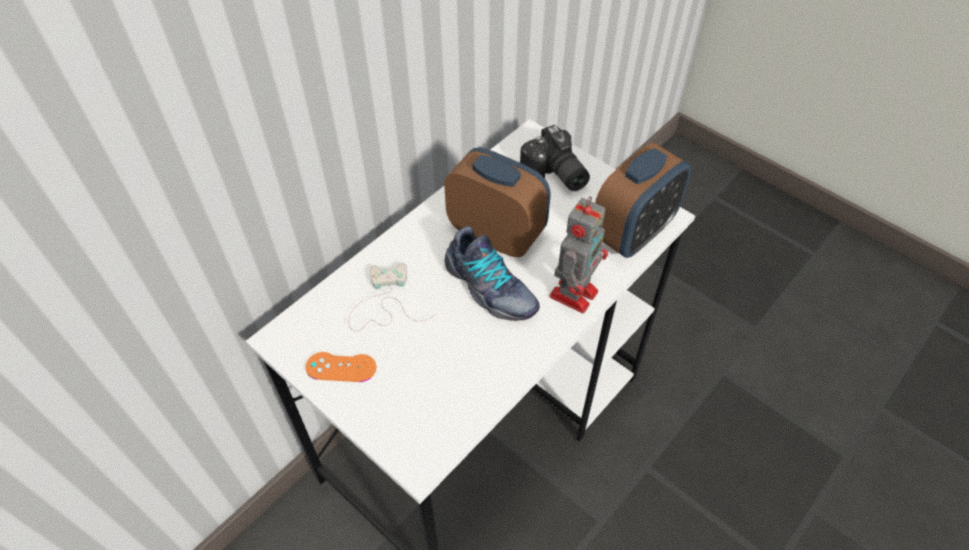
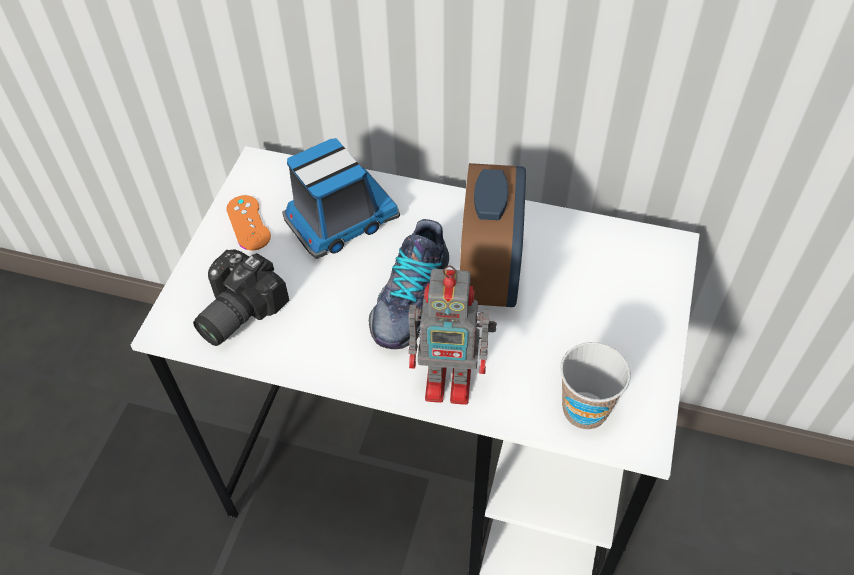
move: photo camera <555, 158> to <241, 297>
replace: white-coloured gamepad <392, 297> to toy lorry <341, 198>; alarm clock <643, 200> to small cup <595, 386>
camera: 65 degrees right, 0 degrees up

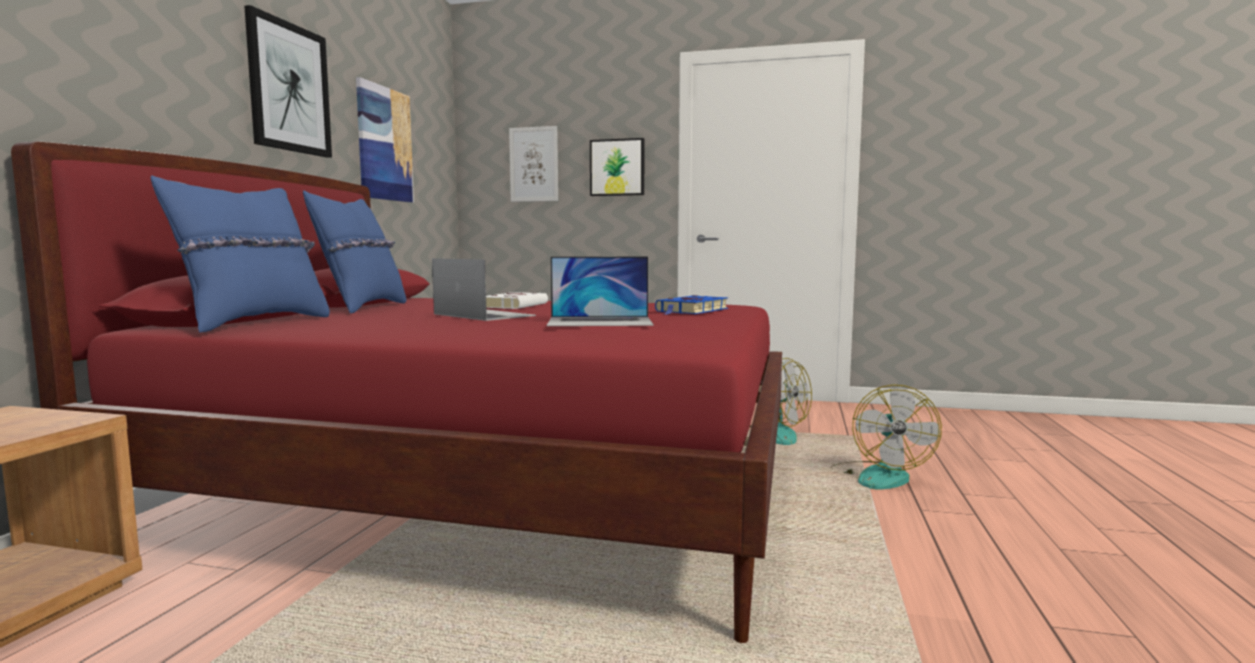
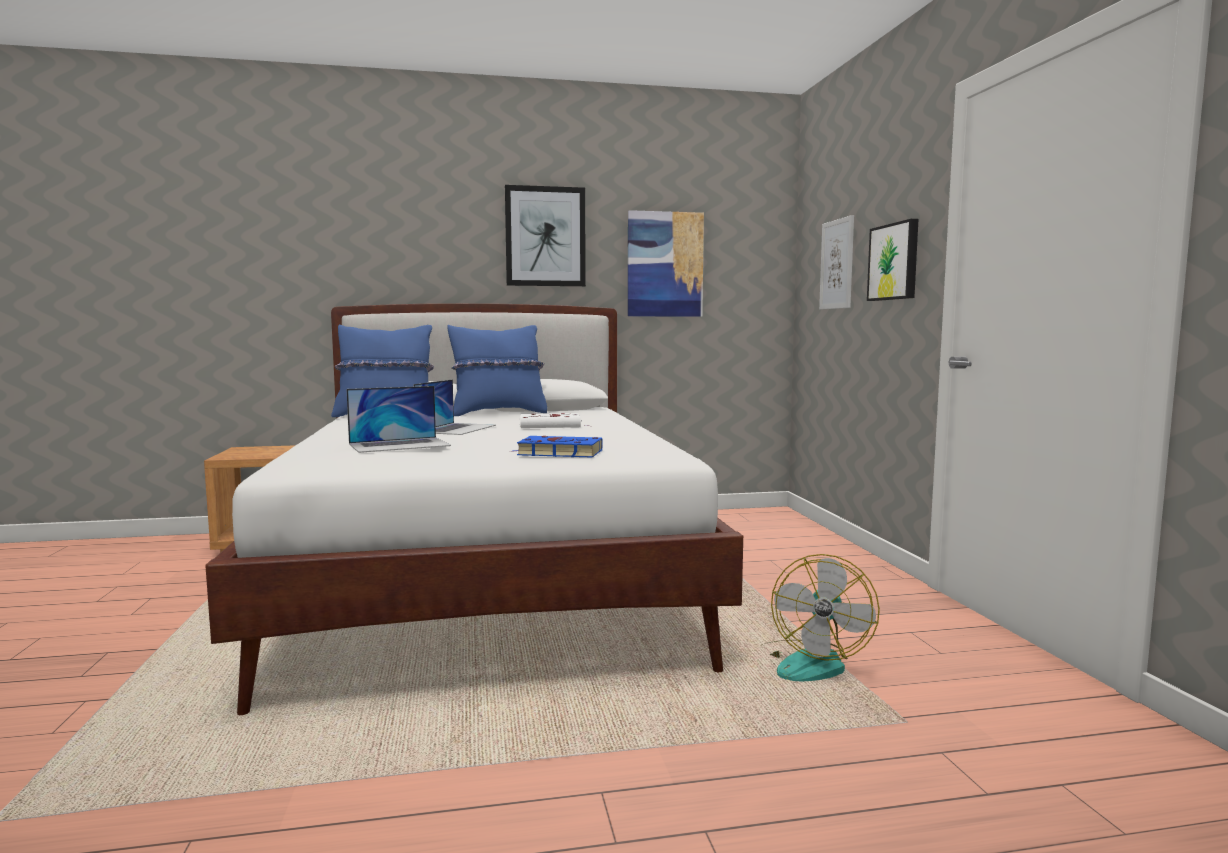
delete: cooling fan <886, 437>
recolor: reddish sleeping bed <396, 392> to white-coloured sleeping bed <474, 509>
rotate: portable computer <600, 291> = <398, 419> 90 degrees counterclockwise
camera: 65 degrees right, 0 degrees up

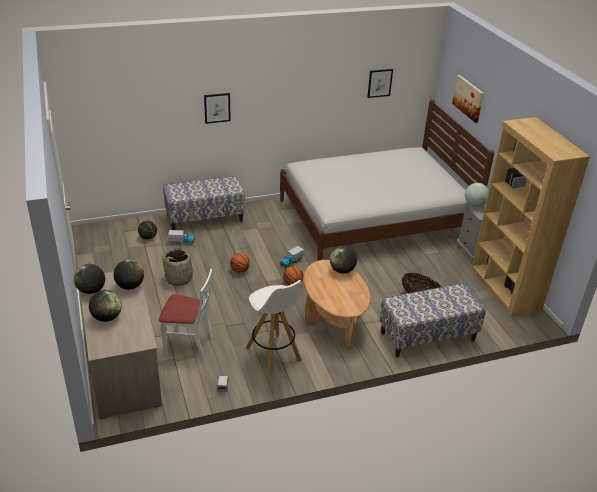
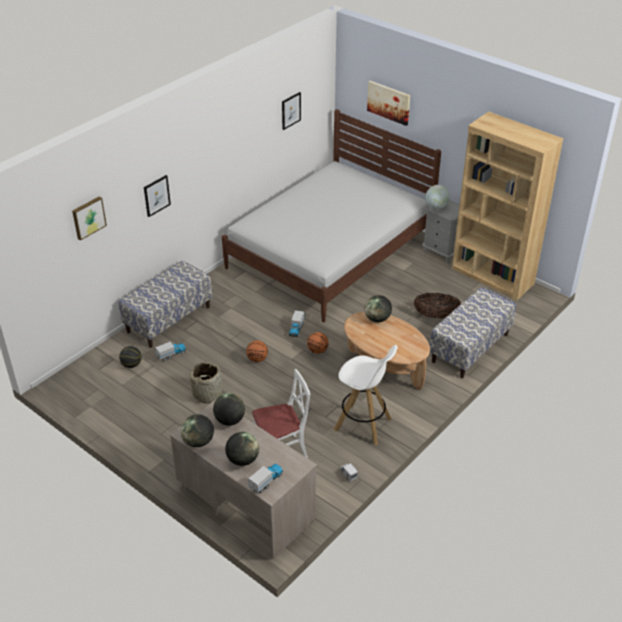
insert: picture <89, 218>; toy lorry <265, 478>
camera: 30 degrees left, 5 degrees up

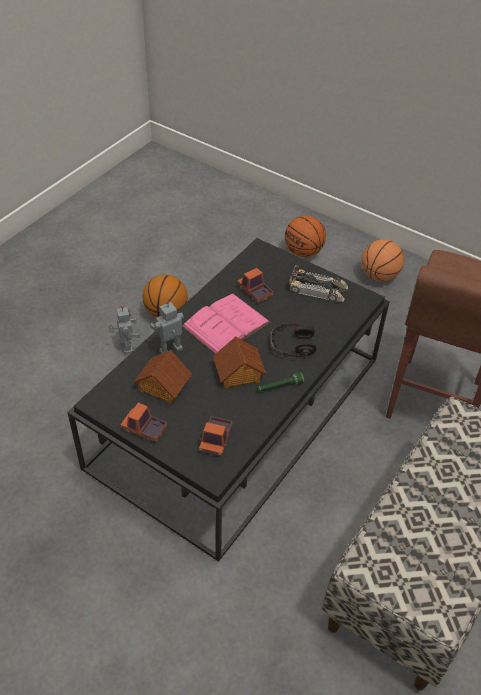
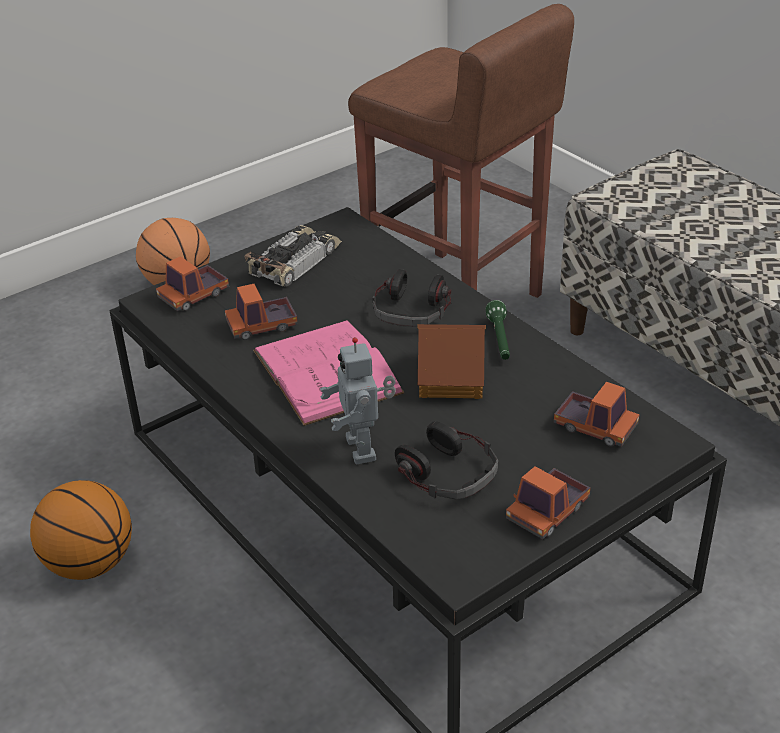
delete: model robot <124, 330>; basketball <305, 236>
insert: toy lorry <192, 283>
replace: model house <163, 377> to headphones <446, 460>
camera: 70 degrees left, 10 degrees down

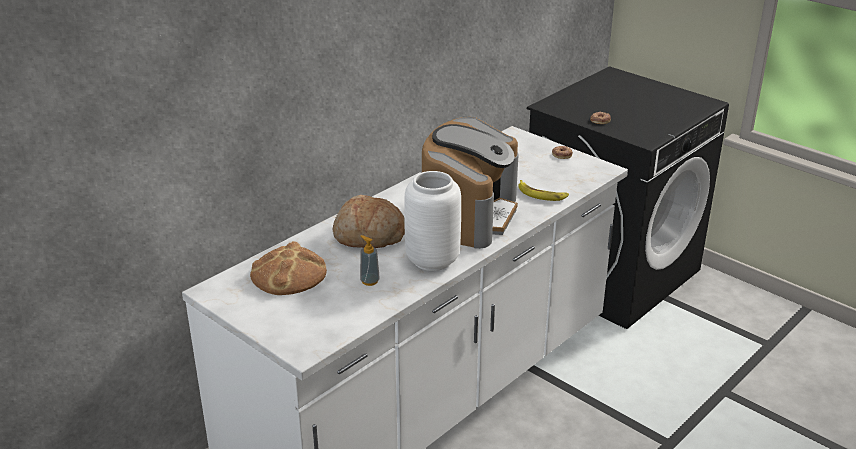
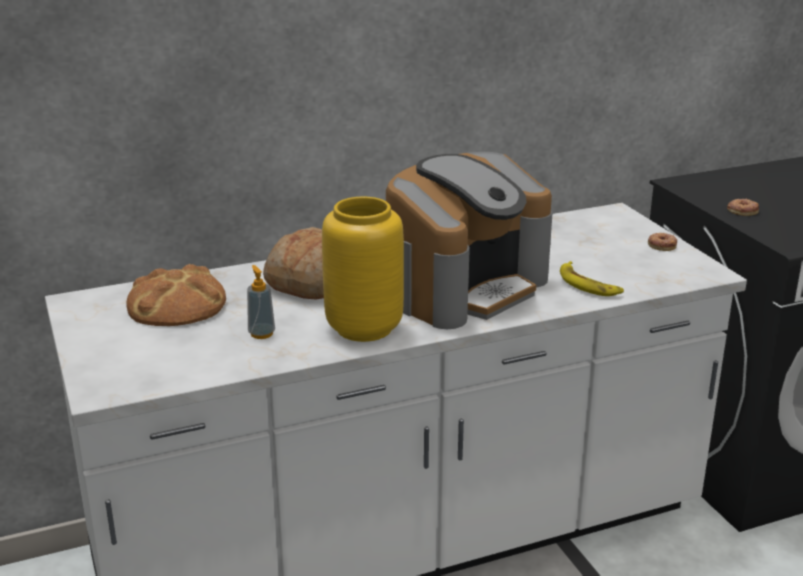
recolor: white-coloured decorative vase <432, 221> to yellow decorative vase <363, 269>
camera: 25 degrees right, 5 degrees down

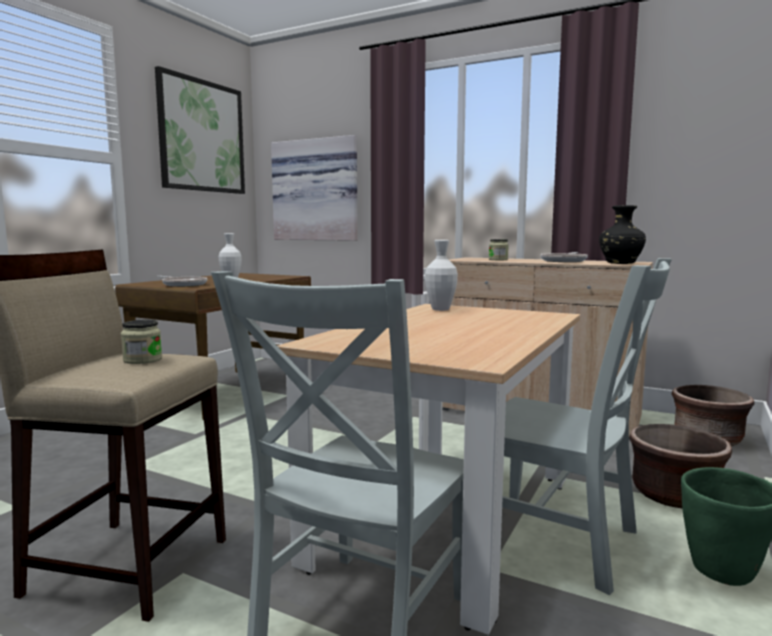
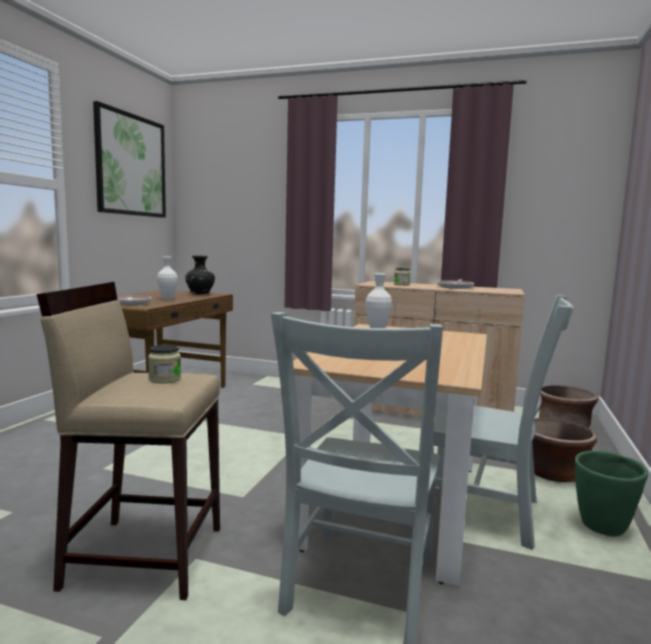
delete: picture <314, 188>
move: black decorative vase <622, 234> to <200, 275>
camera: 10 degrees left, 0 degrees up

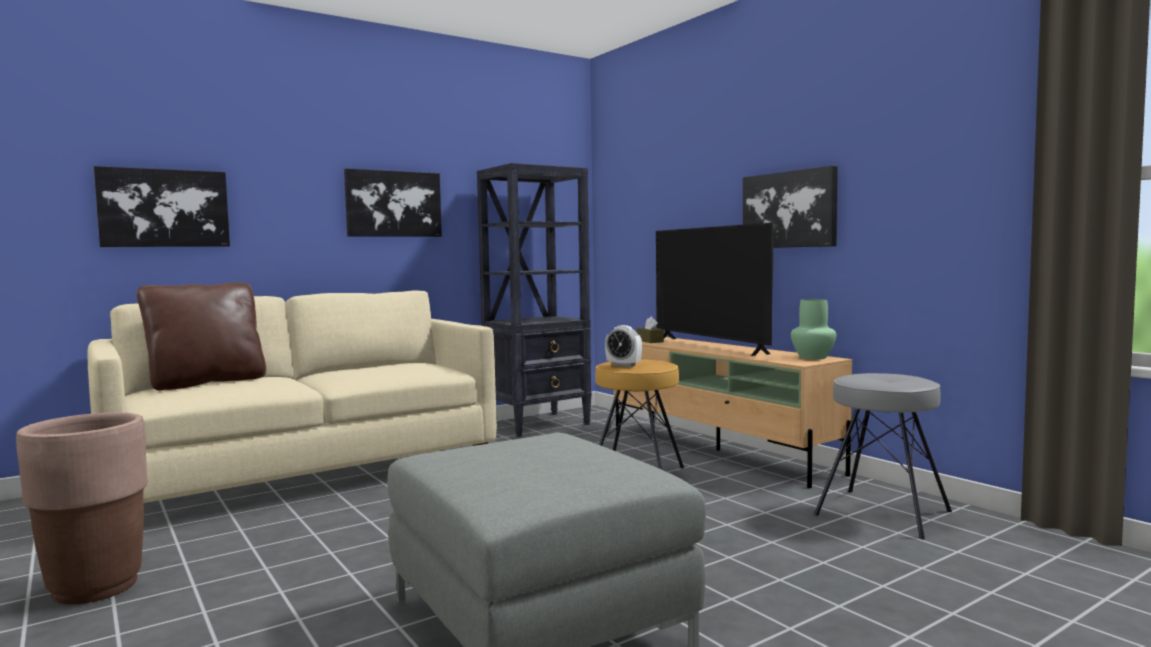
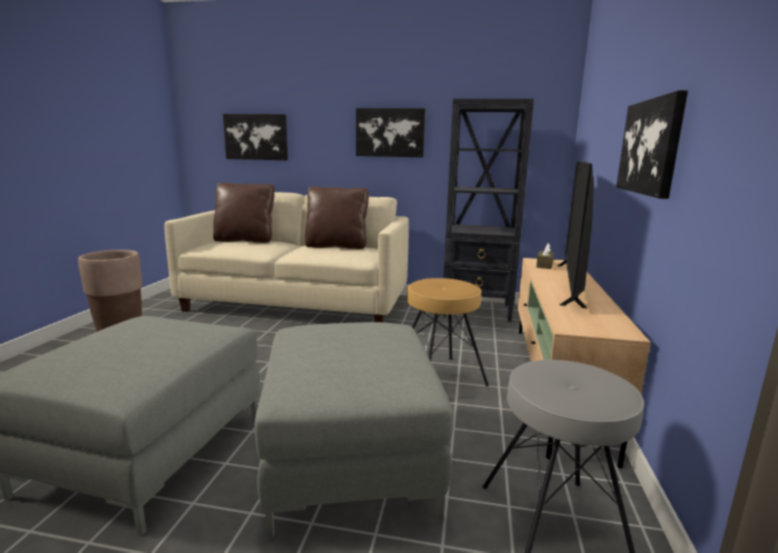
delete: alarm clock <623, 346>; greenish decorative vase <813, 329>
insert: greyish ottoman <354, 430>; brown pillow <337, 217>
camera: 45 degrees right, 10 degrees up

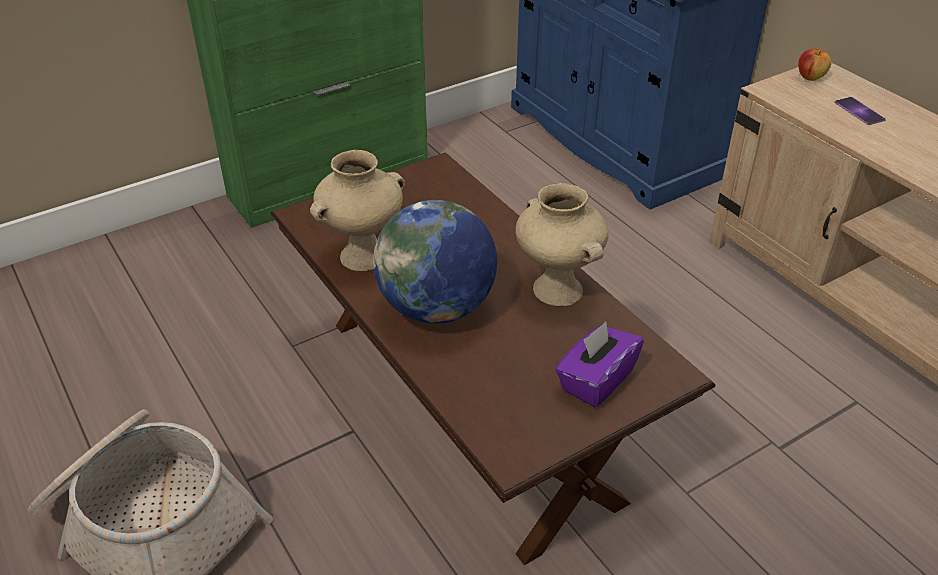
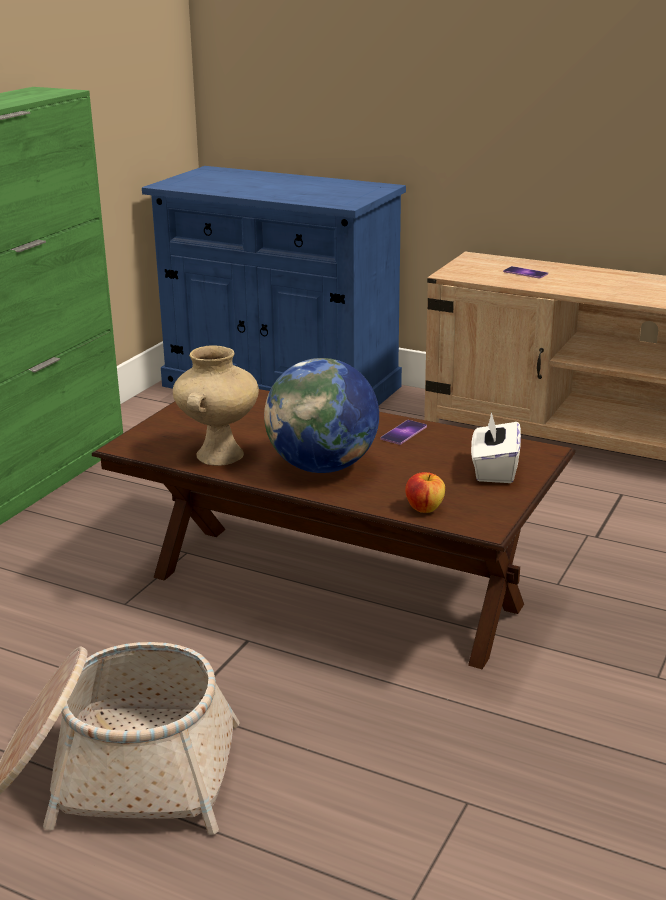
move: apple <814, 65> to <425, 492>
replace: sand-coloured decorative vase <562, 244> to phone <404, 432>
recolor: purplish tissue holder <599, 364> to white-coloured tissue holder <496, 447>
camera: 30 degrees left, 15 degrees down

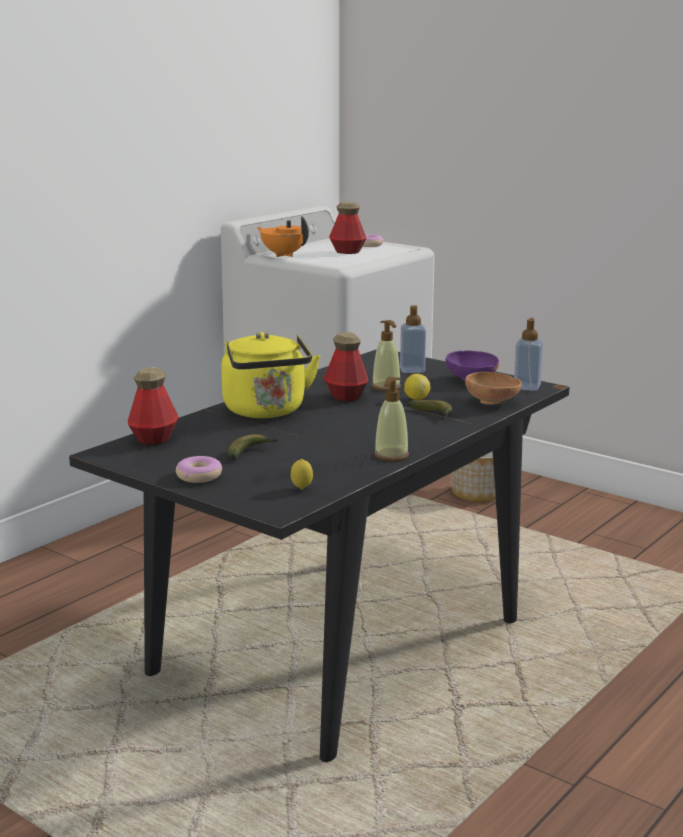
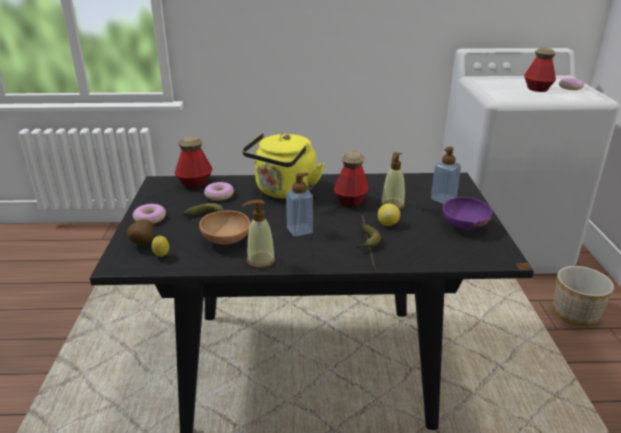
delete: orange-coloured pot for tea <283, 236>
insert: spud <140, 231>; doughnut <219, 191>
move: brown bowl <493, 388> to <224, 227>; soap dispenser <528, 354> to <299, 204>
camera: 50 degrees right, 10 degrees up

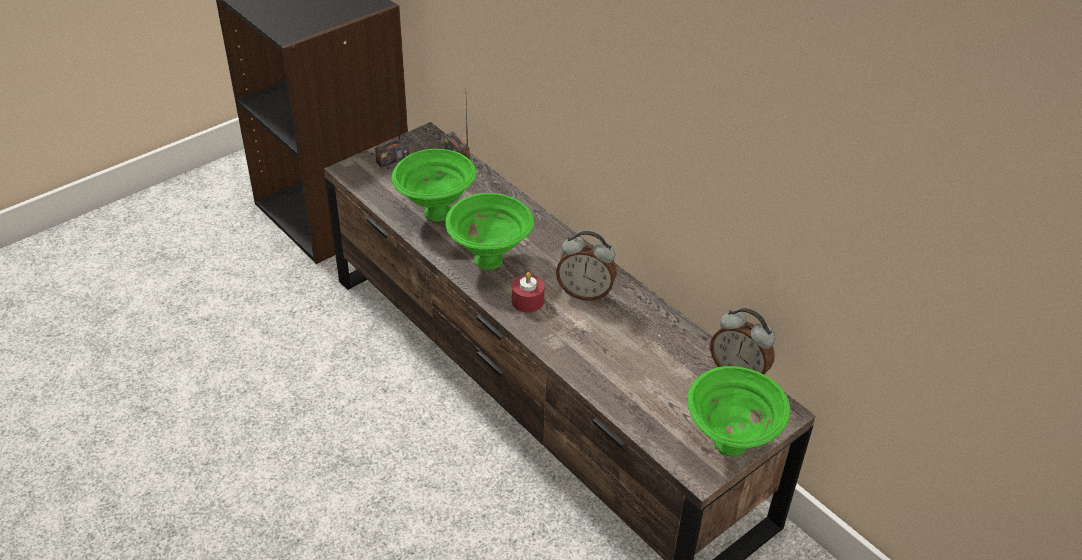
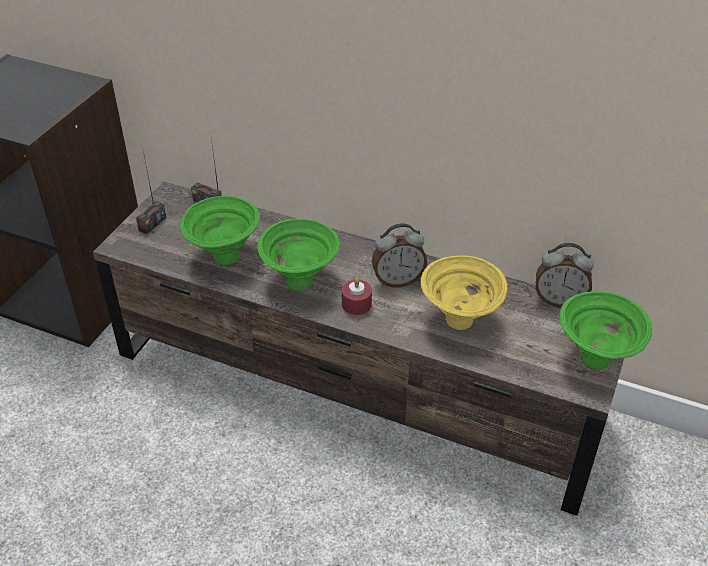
insert: yellow bowl <464, 292>
camera: 25 degrees left, 0 degrees up

